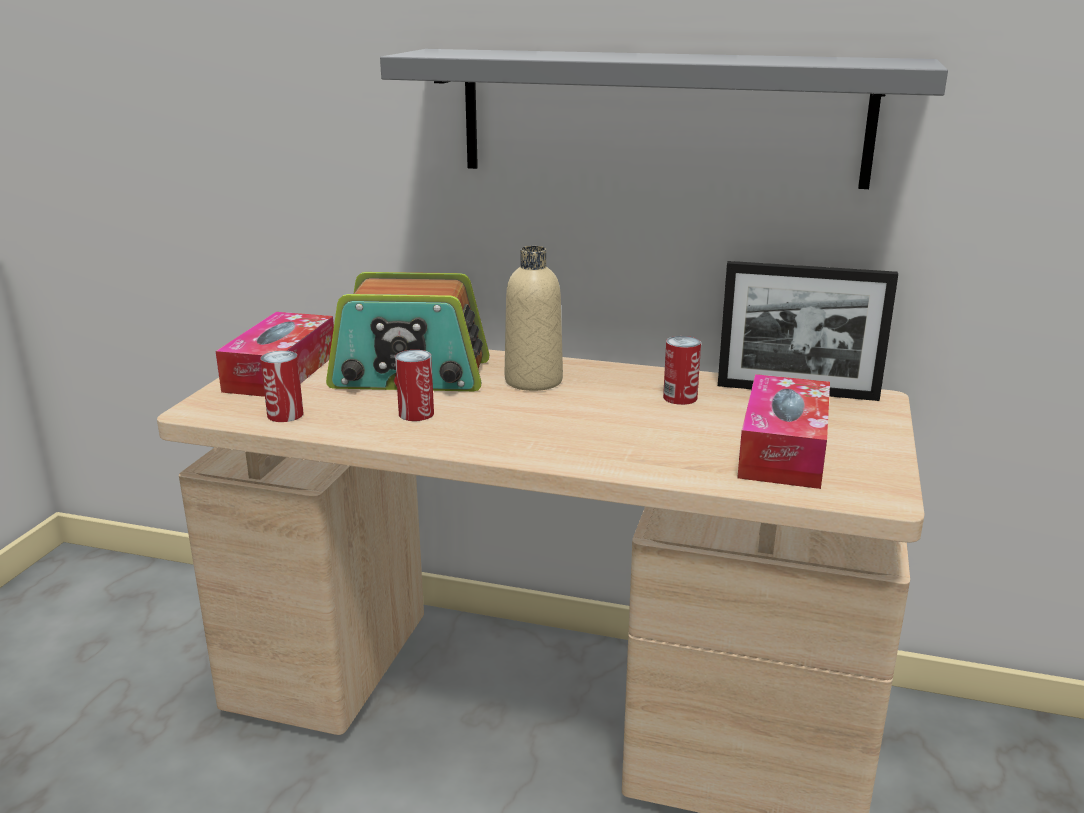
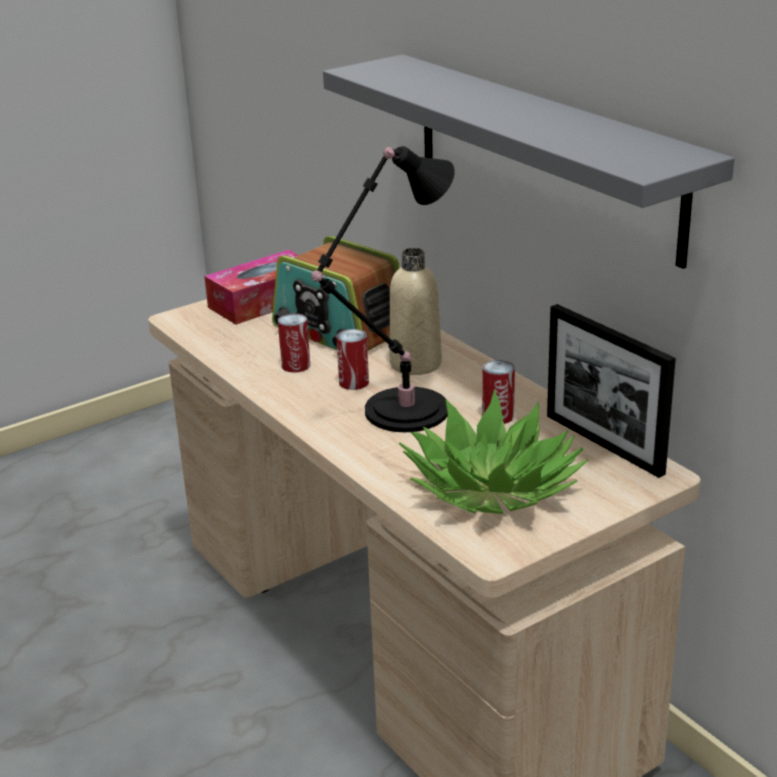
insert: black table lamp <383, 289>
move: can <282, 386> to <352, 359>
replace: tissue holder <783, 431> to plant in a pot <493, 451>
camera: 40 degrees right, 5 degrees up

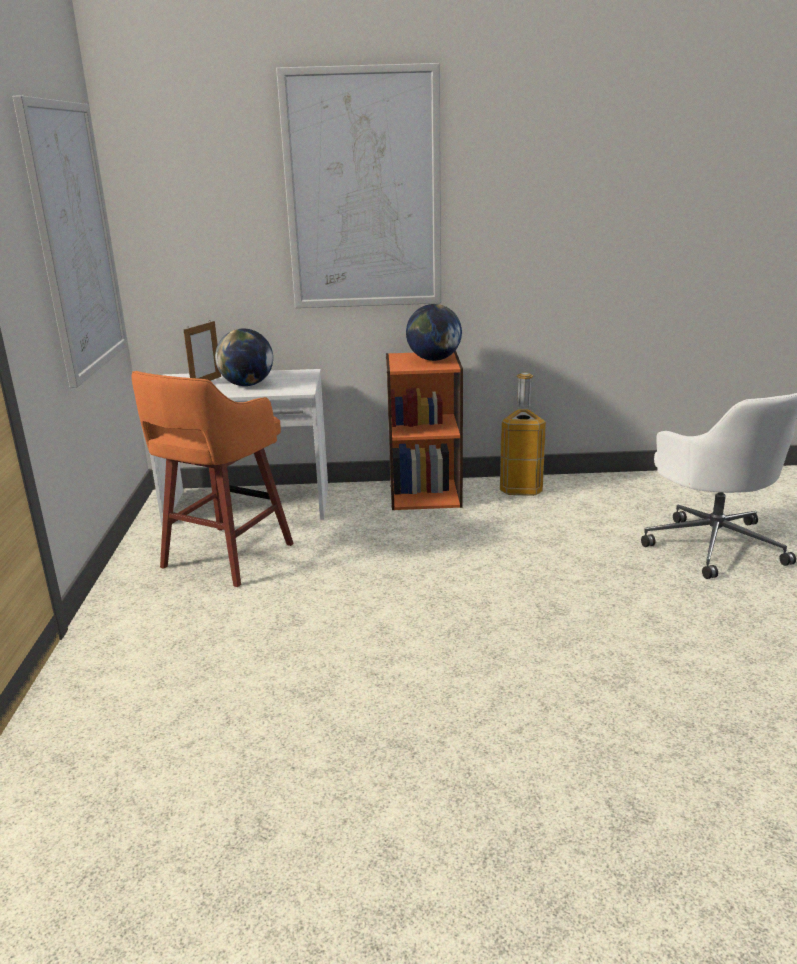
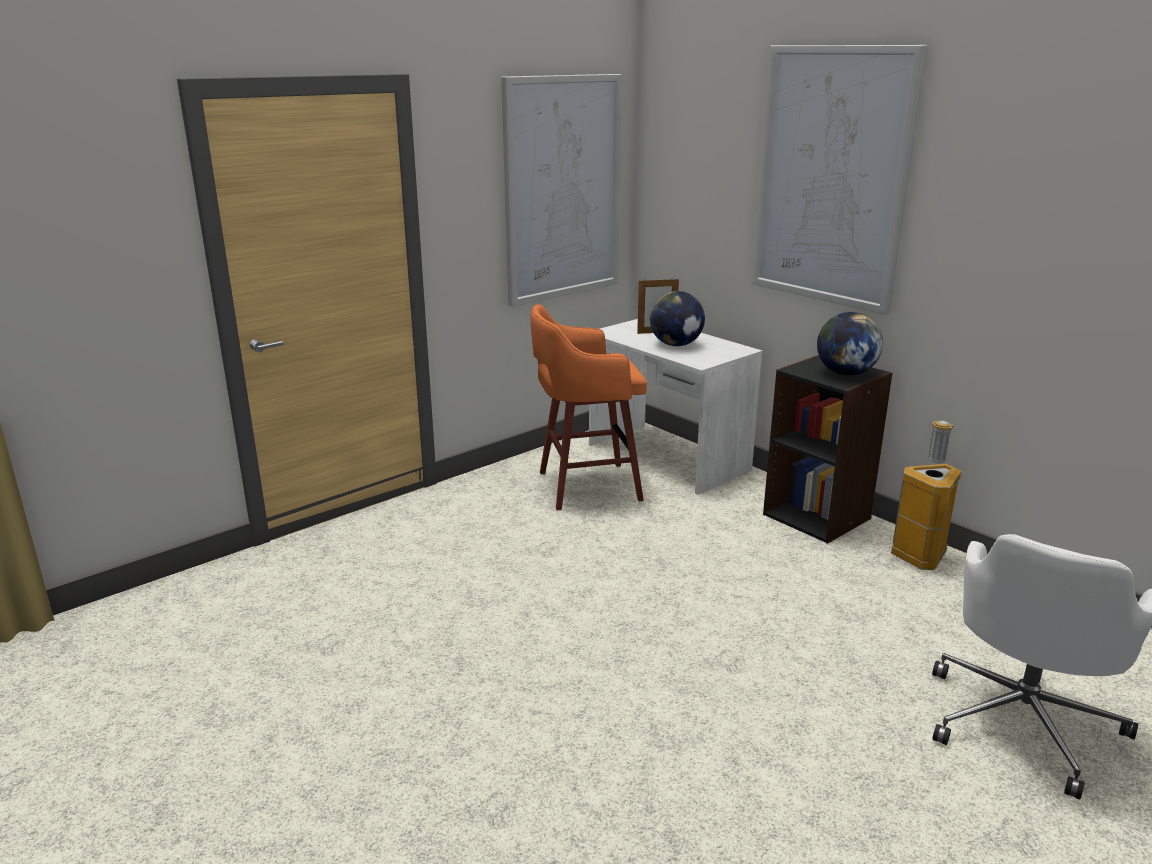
recolor: orange-coloured shelving unit <424, 430> to black shelving unit <828, 449>
camera: 50 degrees right, 0 degrees up

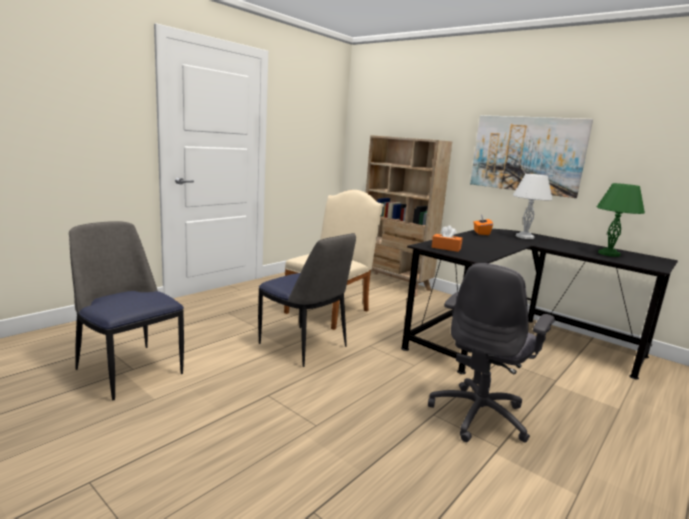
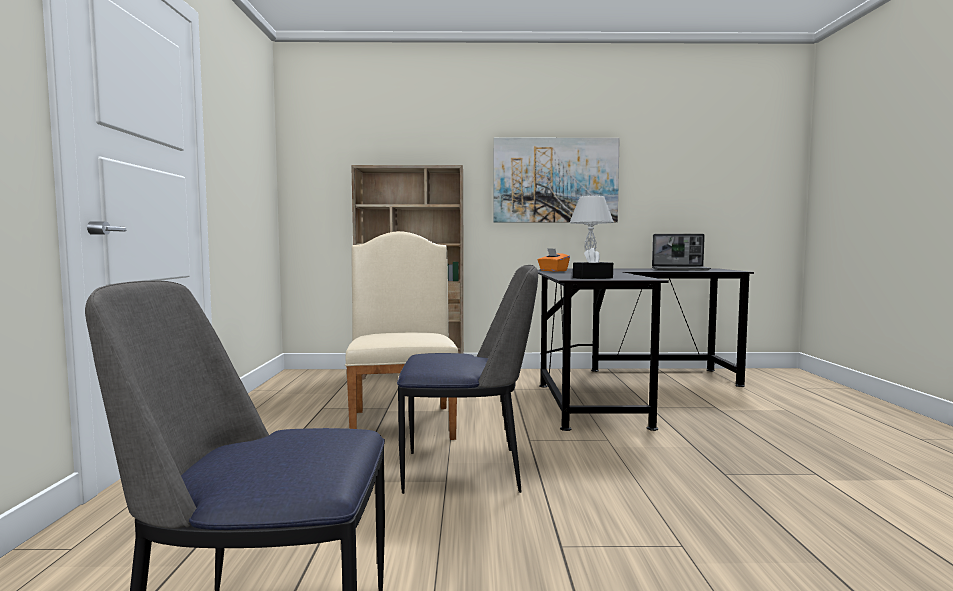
delete: greyish office chair <491, 353>
replace: greenish table lamp <621, 220> to portable computer <681, 252>
recolor: orange-coloured tissue holder <447, 238> to black tissue holder <593, 263>
camera: 40 degrees left, 10 degrees down

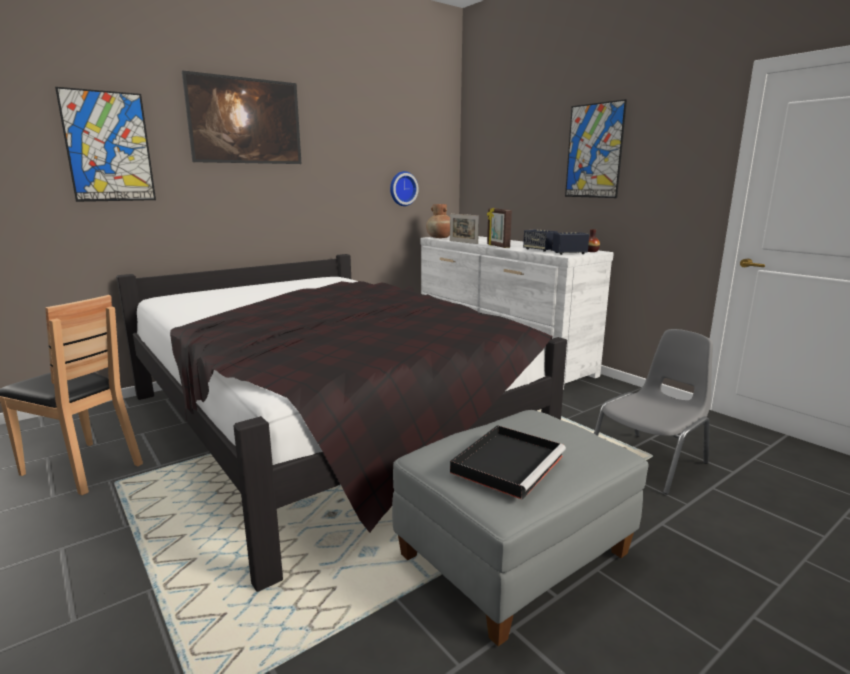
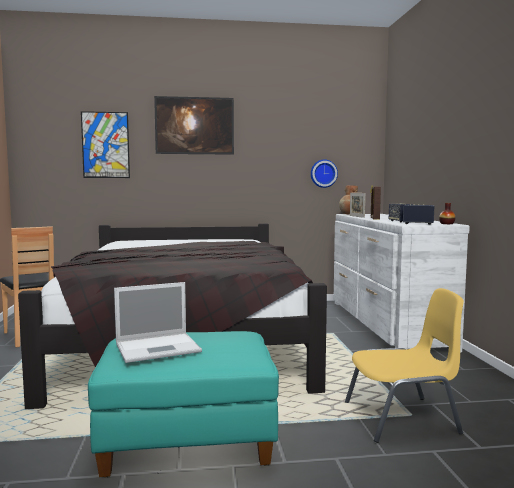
delete: picture <596, 148>
replace: black tray <508, 462> to portable computer <158, 322>
recolor: greyish ottoman <520, 528> to turquoise-coloured ottoman <183, 404>; greyish chair <653, 412> to yellow chair <404, 365>
camera: 30 degrees right, 10 degrees down

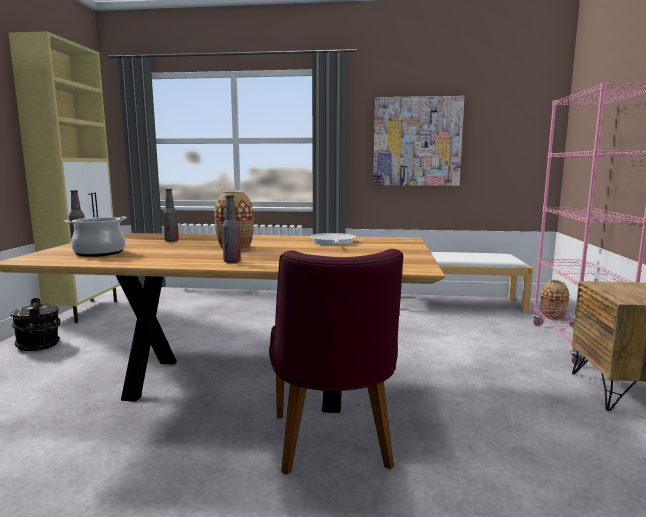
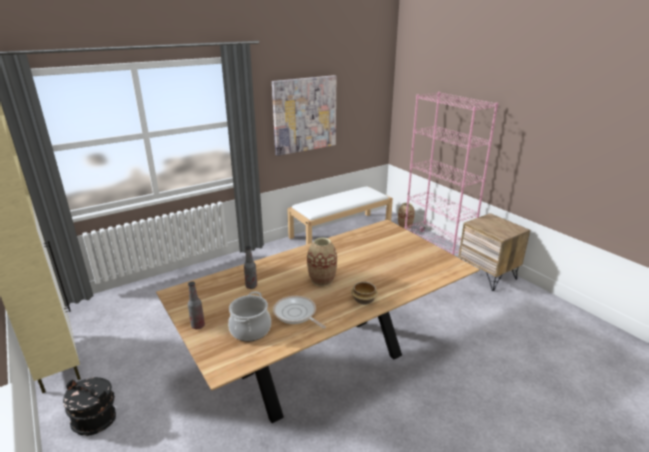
delete: purplish chair <336, 362>
move: pan <333, 239> to <299, 312>
replace: drink bottle <231, 229> to bowl <364, 293>
camera: 40 degrees left, 15 degrees up

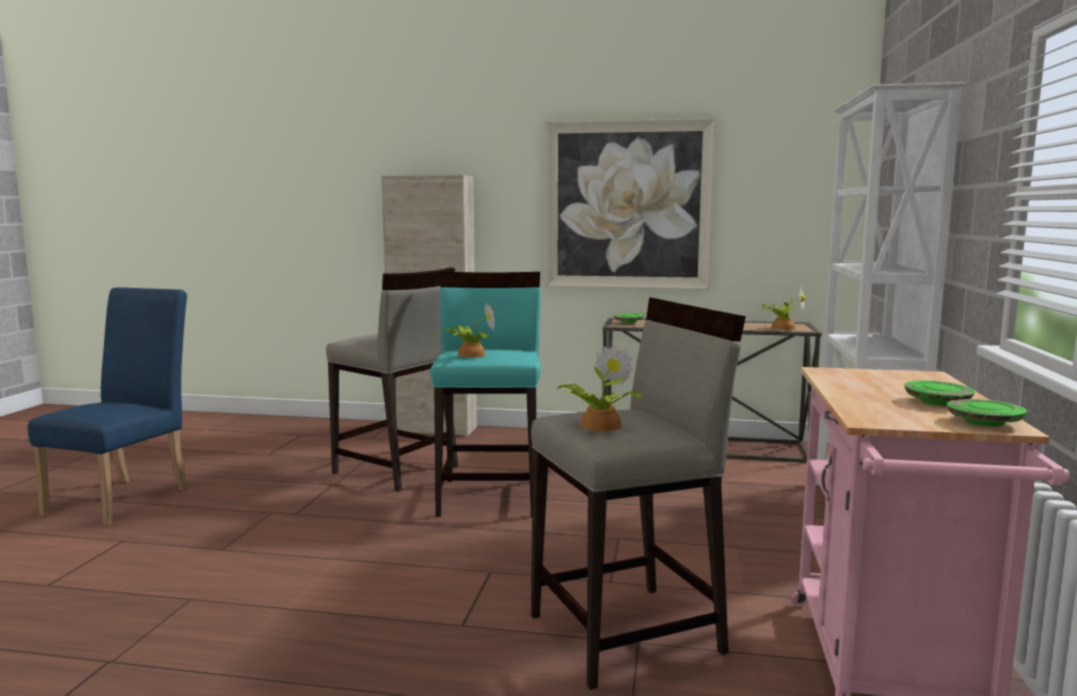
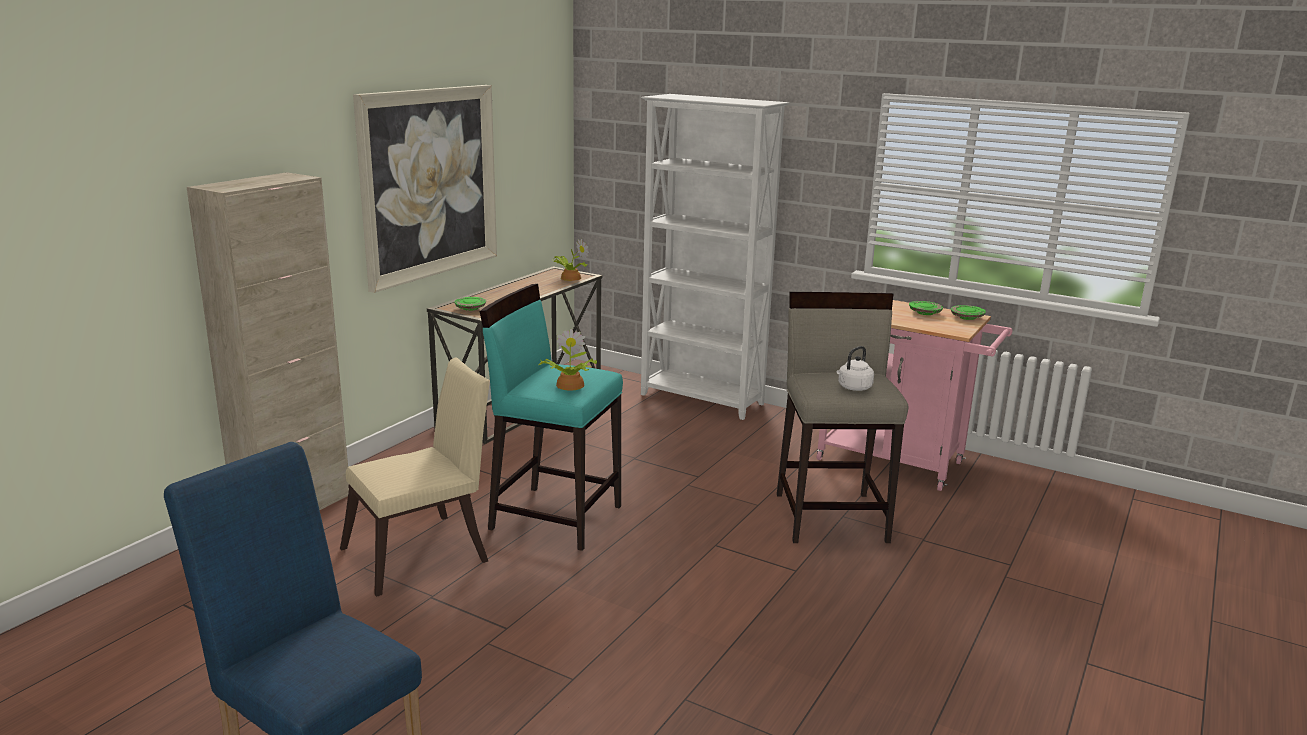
replace: sand-coloured stool seat <392, 379> to sand-coloured chair <415, 477>; plant in a pot <600, 388> to white-coloured tea kettle <855, 368>
camera: 70 degrees left, 10 degrees up

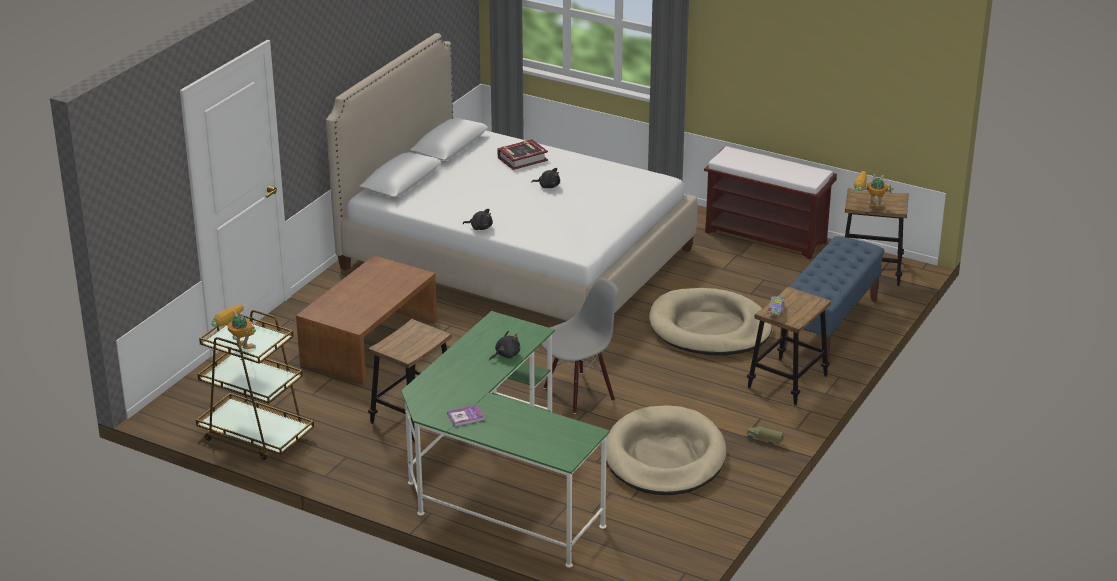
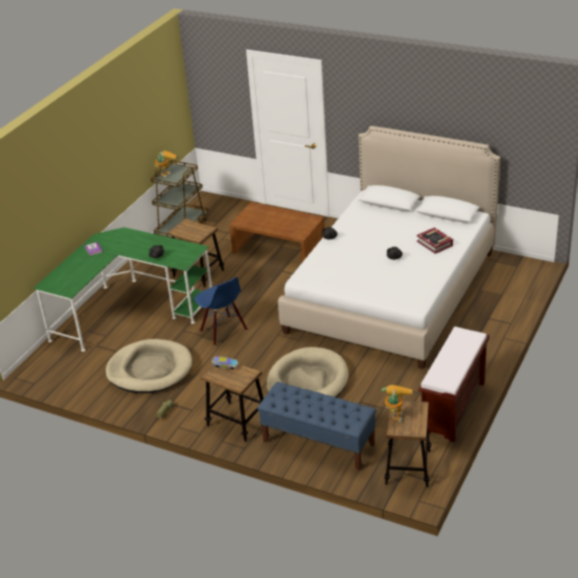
recolor: greyish chair <579, 346> to blue chair <221, 311>
camera: 90 degrees right, 5 degrees up

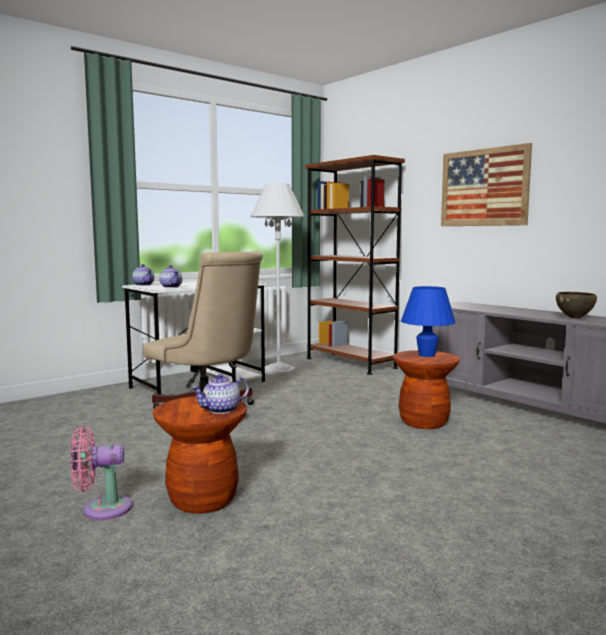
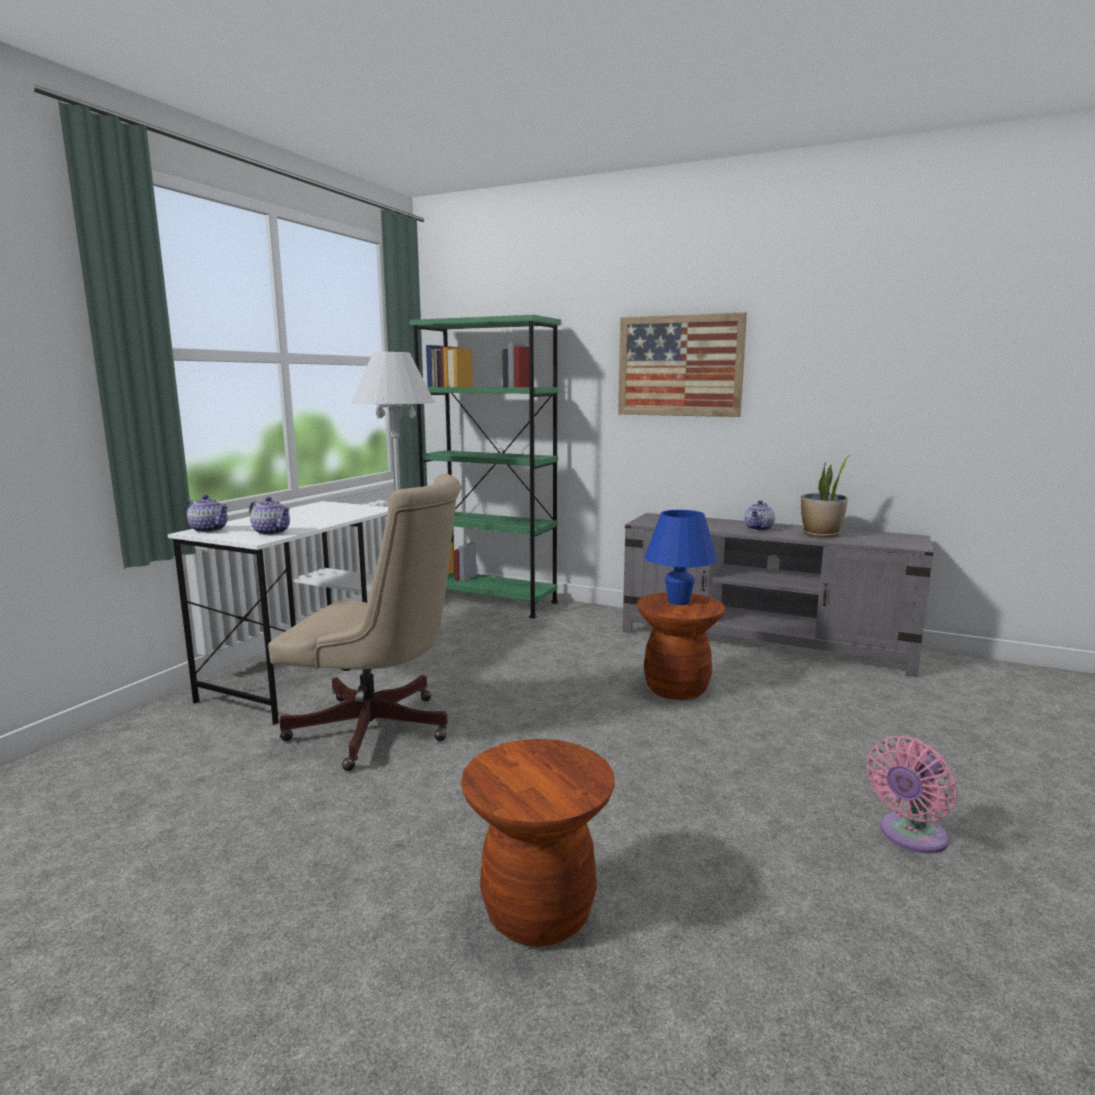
move: pot for tea <220, 394> to <759, 515>; pink cooling fan <101, 473> to <911, 795>
replace: brown bowl <576, 305> to plant in a pot <825, 496>
recolor: brown shelving unit <355, 265> to greenish shelving unit <485, 466>
camera: 25 degrees left, 5 degrees up

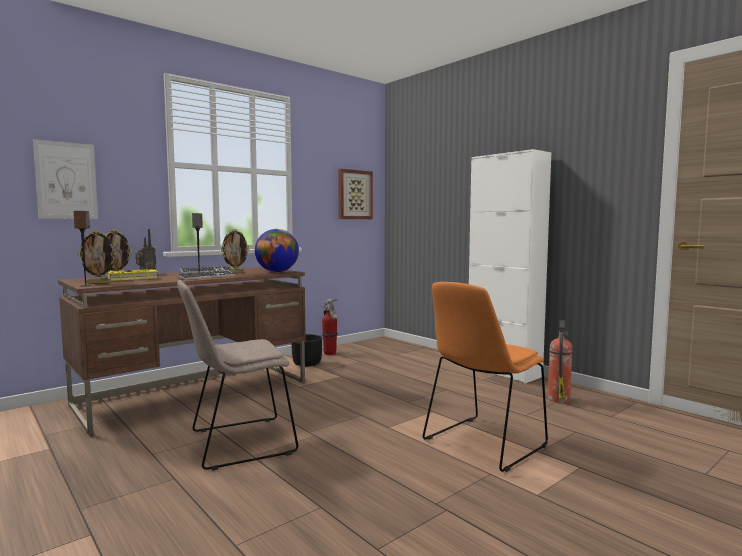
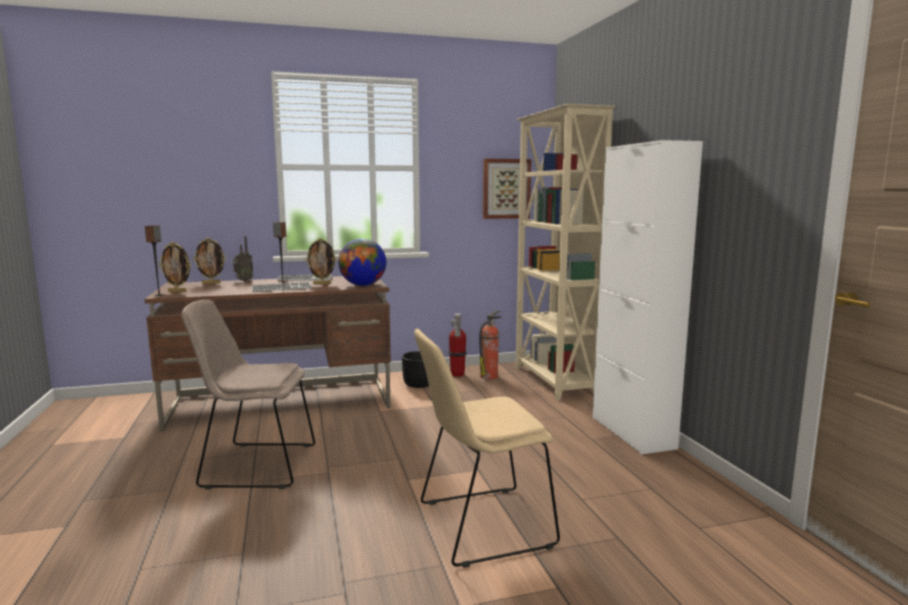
delete: picture <65, 179>; yellow book <131, 275>
insert: sand-coloured shelving unit <565, 252>
move: extinguisher <560, 361> to <490, 345>
recolor: orange-coloured chair <485, 377> to sand-coloured chair <487, 448>
camera: 25 degrees right, 5 degrees up

